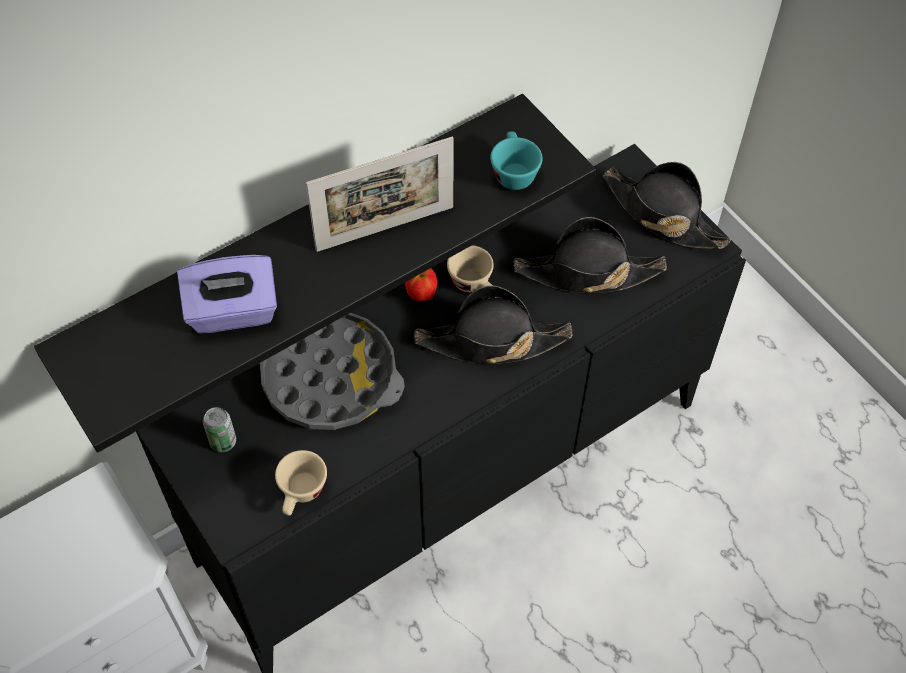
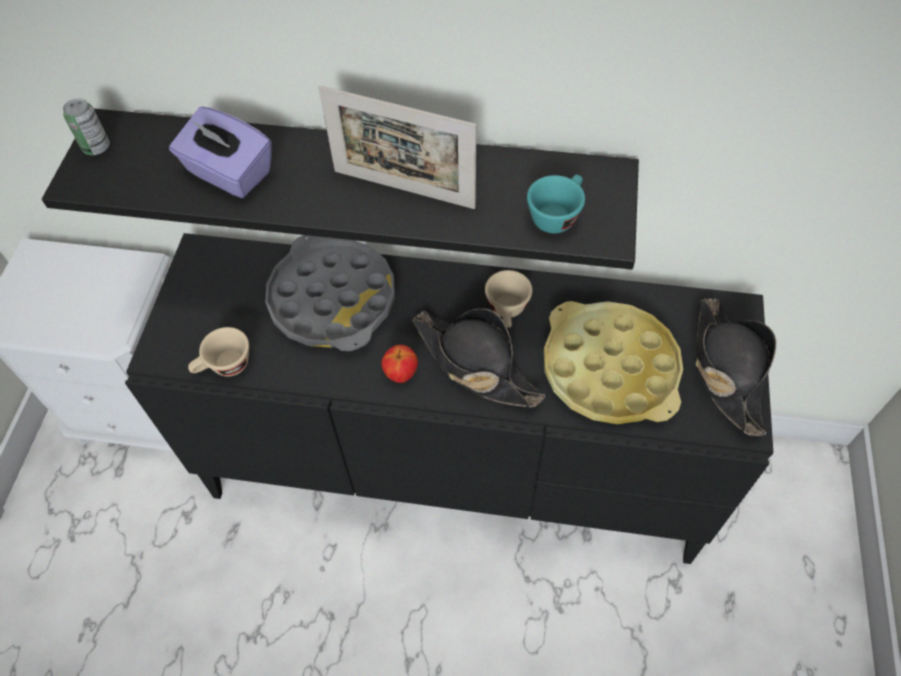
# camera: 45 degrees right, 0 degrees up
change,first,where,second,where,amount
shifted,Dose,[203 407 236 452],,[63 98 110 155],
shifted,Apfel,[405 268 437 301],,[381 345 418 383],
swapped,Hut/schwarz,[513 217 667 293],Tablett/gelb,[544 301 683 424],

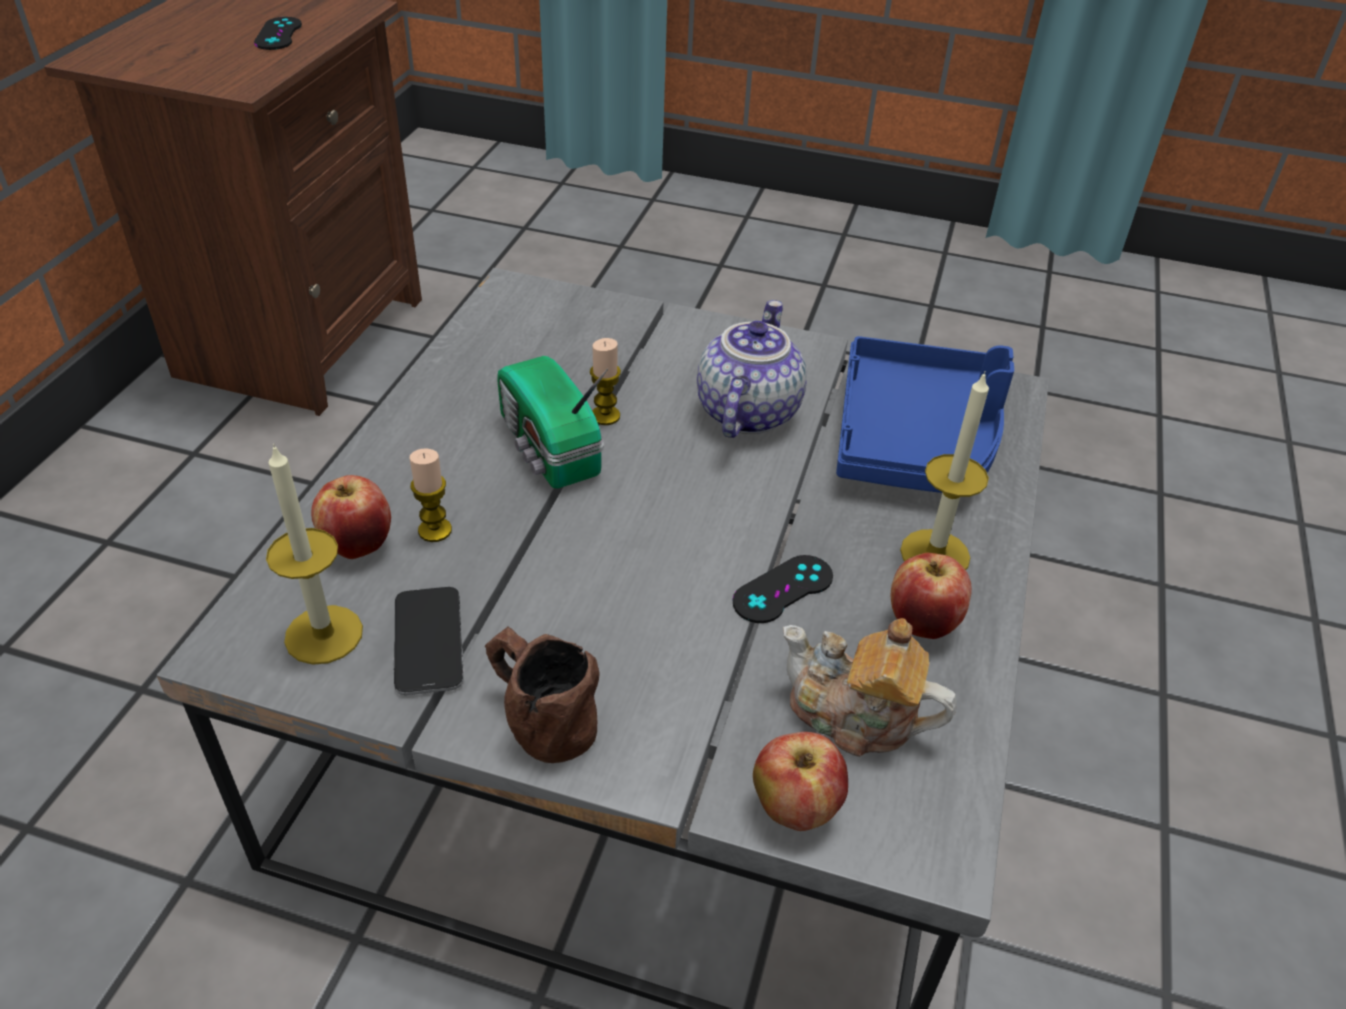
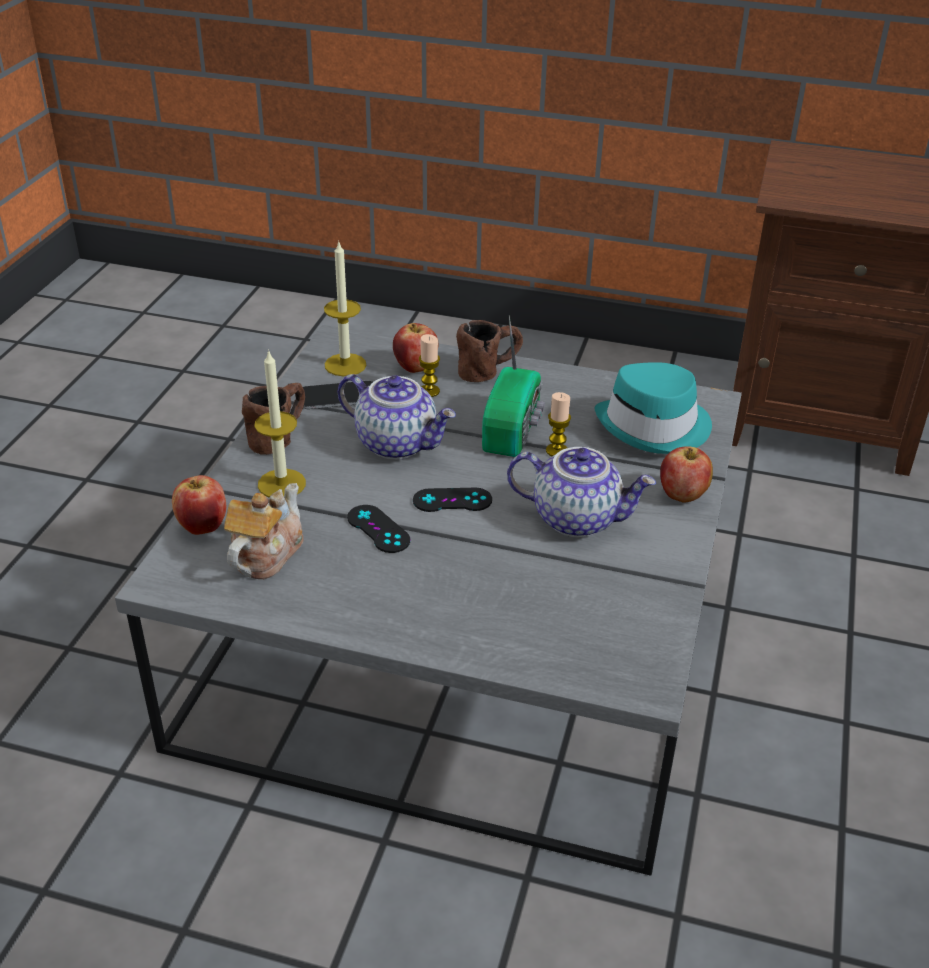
# camera: 90 degrees right, 5 degrees down
change,first,where,second,where,amount
shifted,Kerze,[900 371 989 570],,[254 349 306 498],
new,,,Teekanne,[338 374 456 460],
shifted,Gamepad/schwarz,[254 17 302 50],,[413 488 492 512],
new,,,Henkelbecher/braun,[456 320 523 382],
rotated,Radio,[497 356 608 489],,[482 315 545 457],135 degrees clockwise
new,,,Hut/türkis,[595 362 712 454],
shifted,Apfel,[891 553 972 639],,[660 446 713 502],
gone,Tablett/blau,[836 336 1014 493],,,

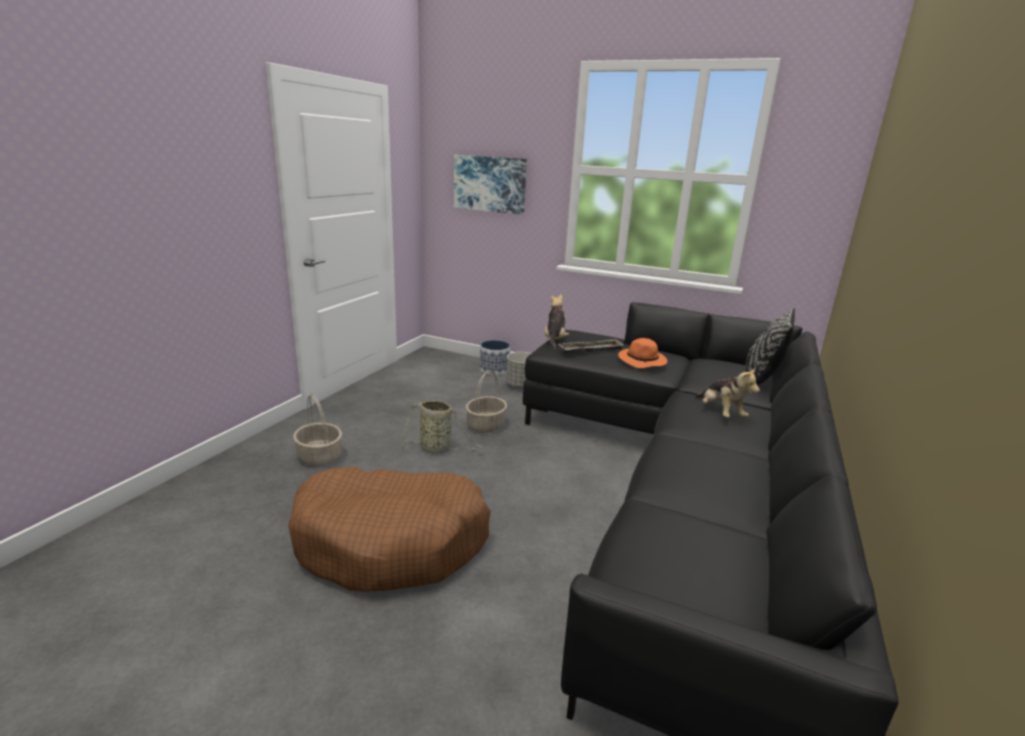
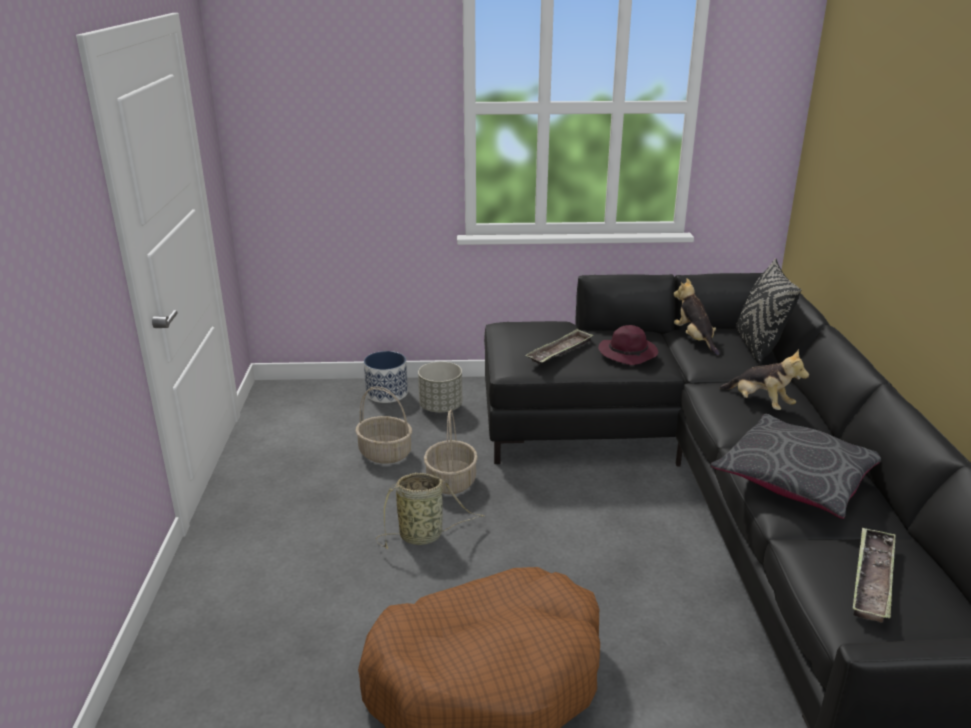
# camera: 25 degrees left, 5 degrees up
change,first,where,second,where,amount
shifted,Korb,[293 394 342 466],,[355 386 412 464],
repainted,Hut/orange,[618 338 667 368],Hut/lila,[598 325 658 365],
shifted,Plüschtier,[544 294 569 350],,[674 278 720 356],
new,,,Kissen/grau,[711 414 881 519],
new,,,Tablett,[853 527 896 623],
gone,Bild,[454 155 527 214],,,

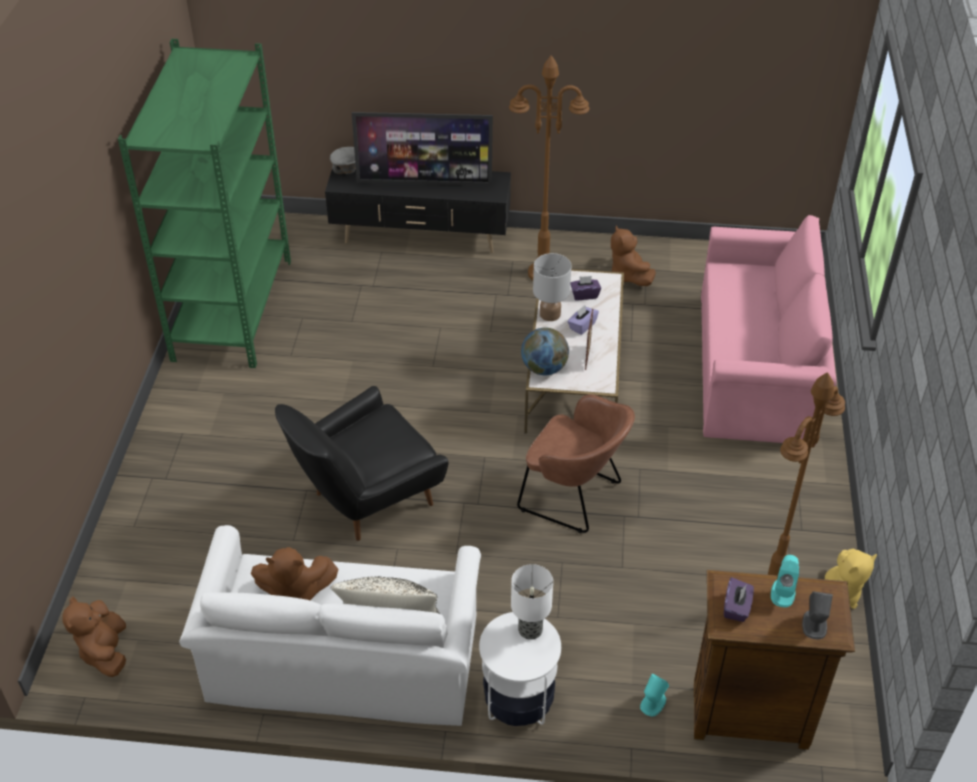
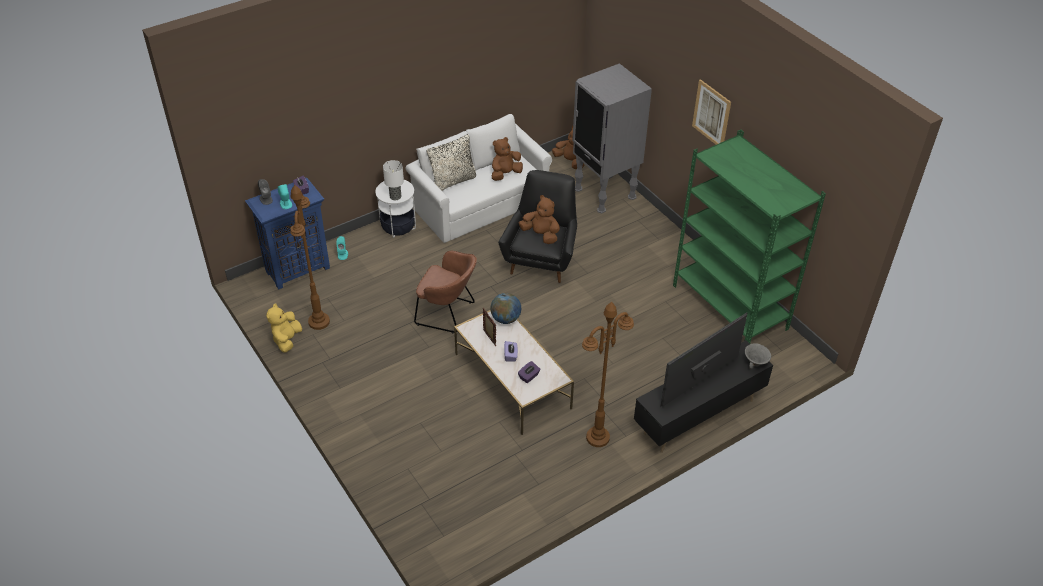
# camera: 140 degrees right, 0 degrees up
change,first,where,second,where,amount
repainted,Schrank/braun,[694 570 855 750],Schrank/blau,[245 178 330 290],
rotated,Sessel/braun,[517 394 635 533],,[414 251 477 333],150 degrees counterclockwise
shifted,Plüschtier/braun,[611 225 656 286],,[519 195 560 244],
new,,,Schrank/grau,[572 63 652 213],
new,,,Bild,[692 79 731 145],
gone,Tischlampe/grau,[533 253 571 321],,,
gone,Sofa/rosa,[701 215 837 445],,,

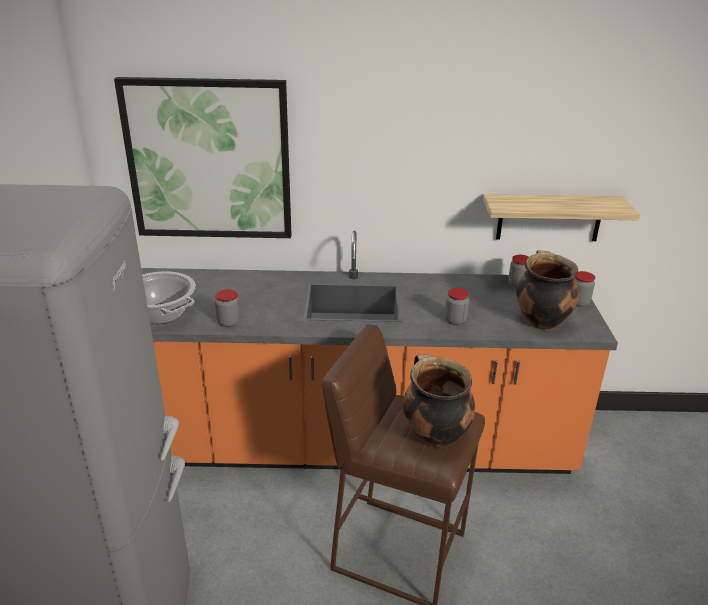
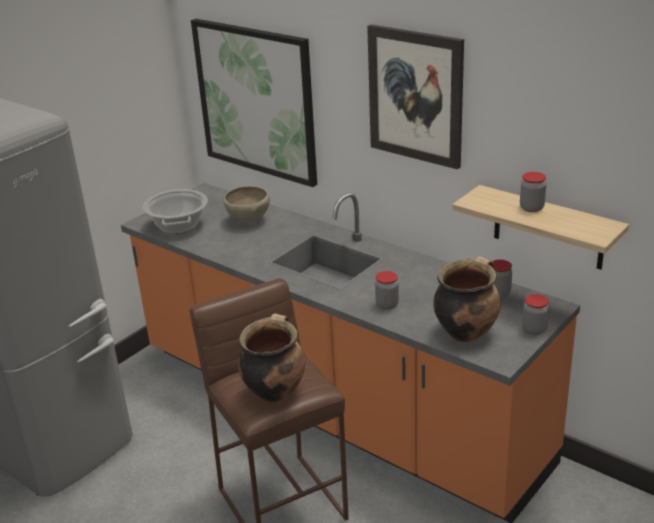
# camera: 40 degrees right, 0 degrees up
change,first,where,second,where,amount
new,,,Schüssel/braun,[223 186 270 223],
new,,,Bild,[367 24 464 170],
shifted,Vorratsglas,[215 289 240 327],,[520 172 546 212],

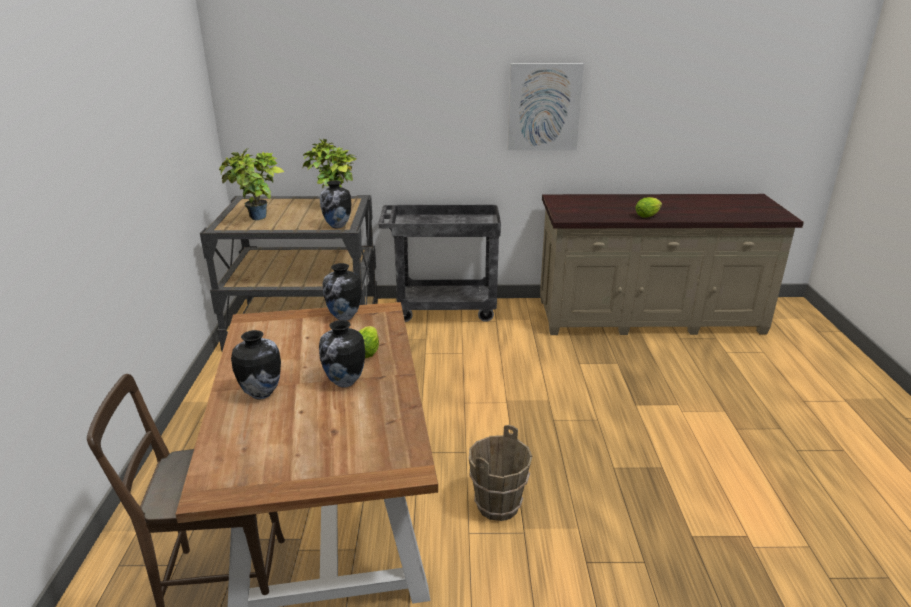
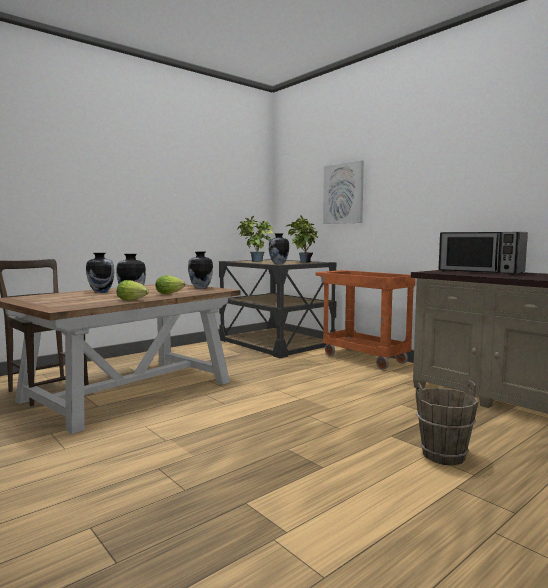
# camera: 50 degrees right, 20 degrees down
change,first,where,second,where,amount
shifted,Salatkopf,[635 197 662 218],,[117 280 149 301],
repainted,Rollwagen/grau,[378 205 501 322],Rollwagen/orange,[315 270 416 370],
shifted,Bild,[508 63 584 150],,[323 160 364 224],
shifted,Eimer/braun,[469 425 532 521],,[416 380 479 465],
new,,,Mikrowelle,[438 231 528 275],

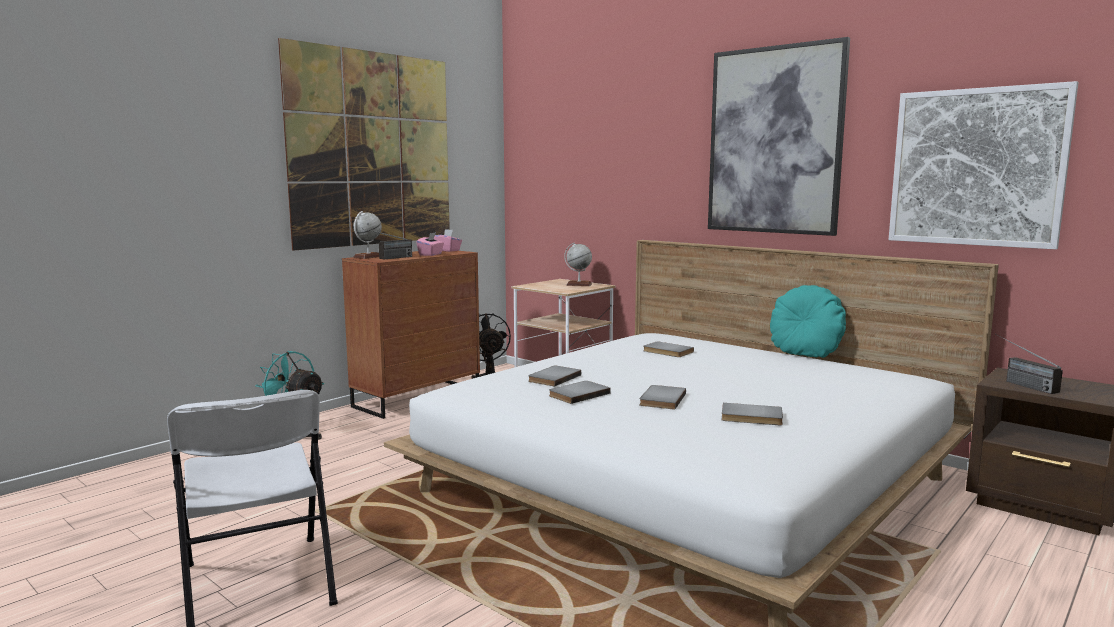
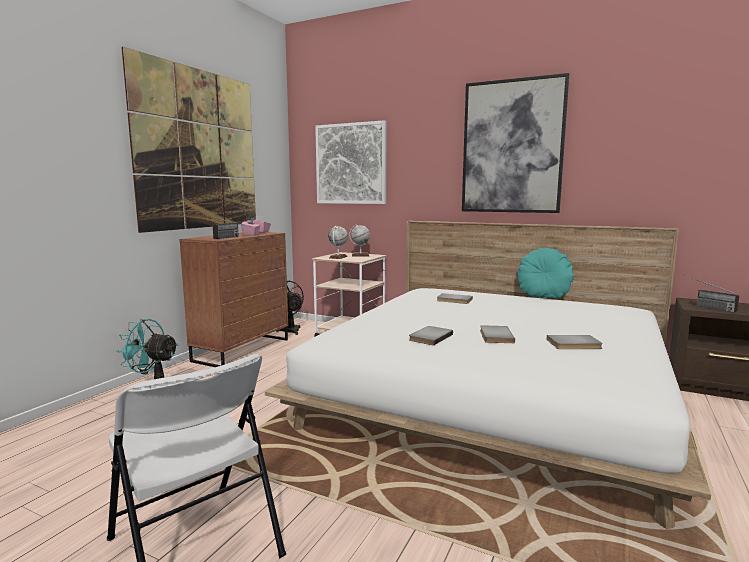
# camera: 15 degrees left, 0 degrees up
change,first,where,second,where,amount
shifted,Bild,[889 81 1079 249],,[315 120 387 204],
shifted,Globus,[353 211 382 259],,[328 225 348 259],
gone,Buch/grau,[528 366 581 387],,,

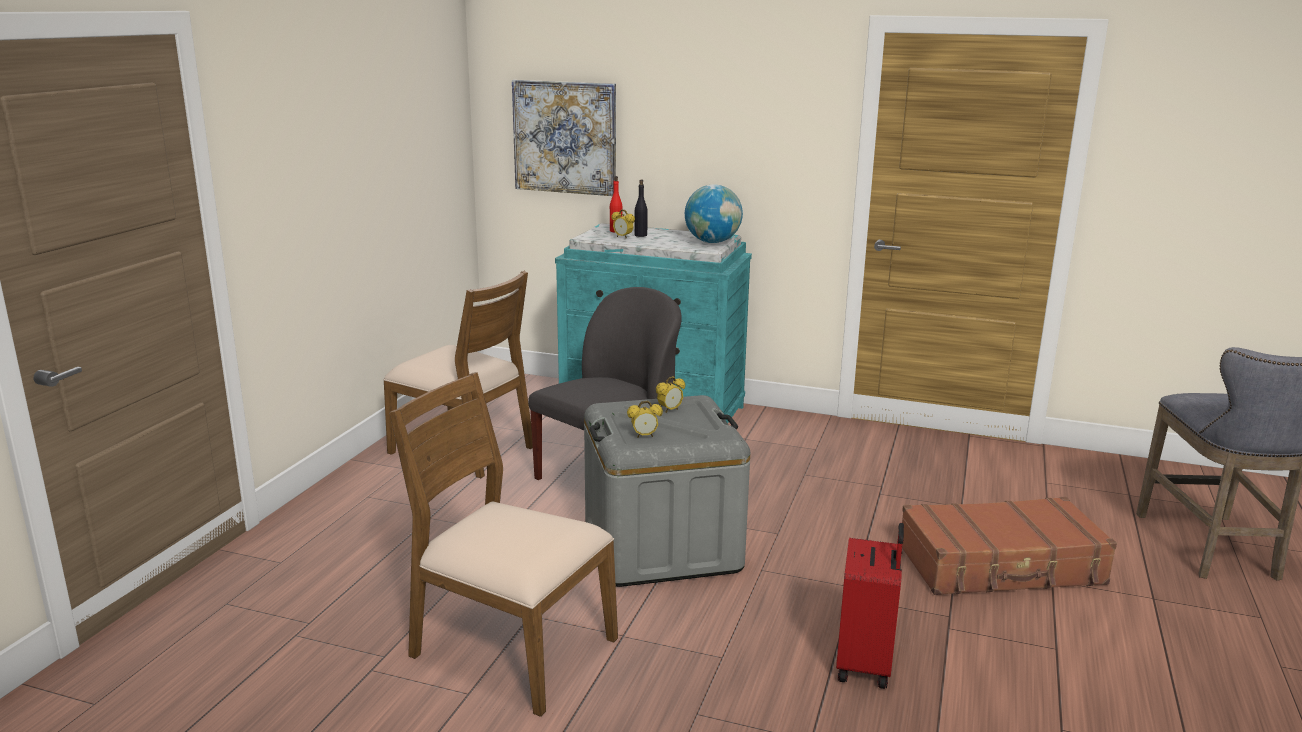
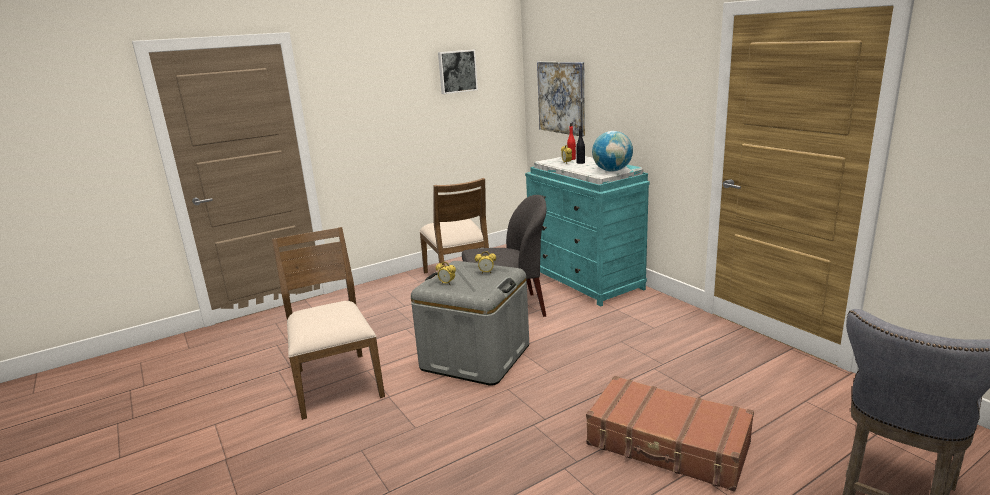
# camera: 40 degrees right, 0 degrees up
change,first,where,second,where,amount
new,,,Bild,[438 49 478 94],
gone,Koffer/rot,[836 523 904 689],,,

